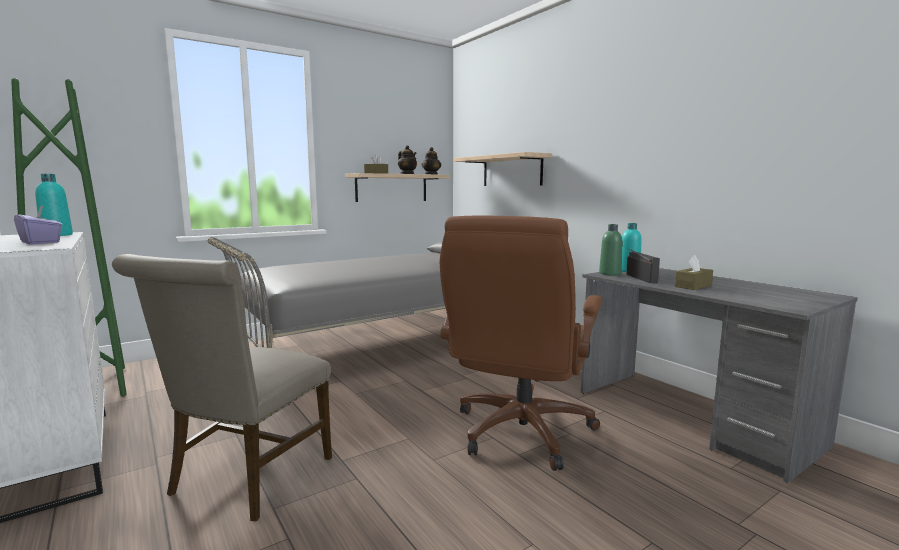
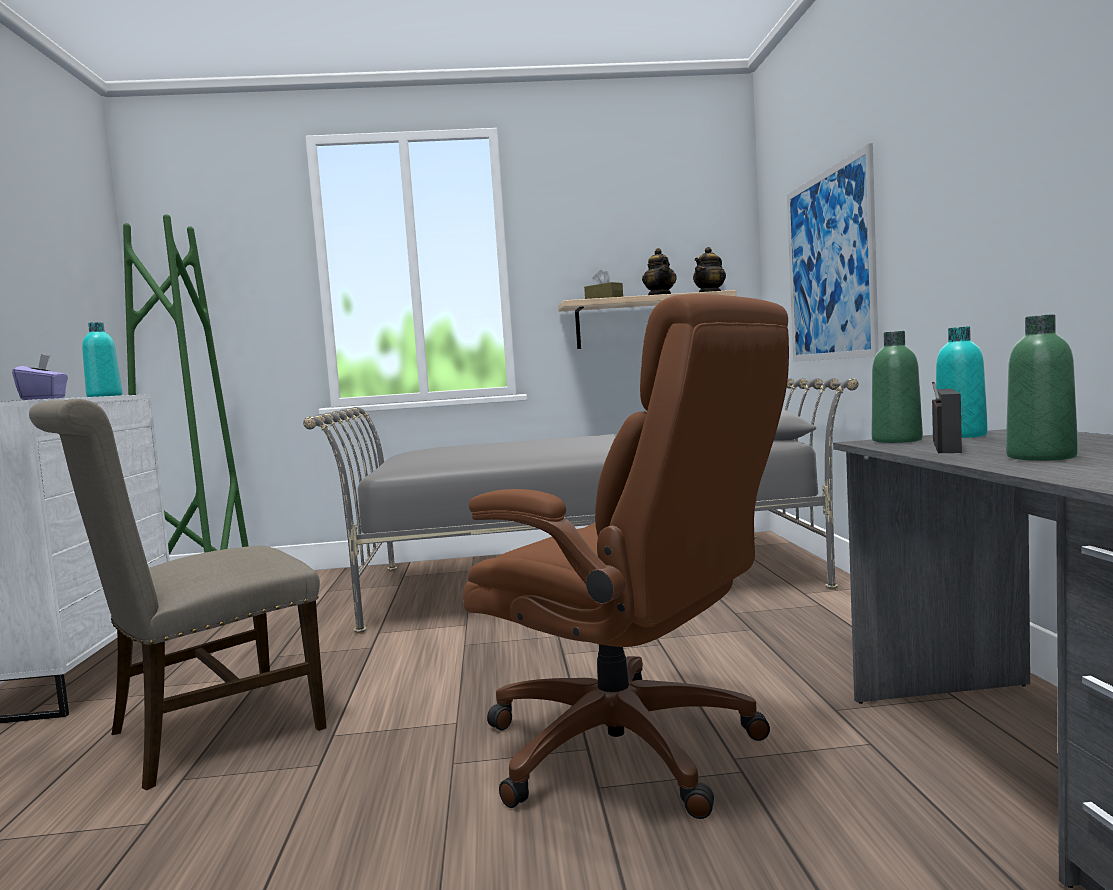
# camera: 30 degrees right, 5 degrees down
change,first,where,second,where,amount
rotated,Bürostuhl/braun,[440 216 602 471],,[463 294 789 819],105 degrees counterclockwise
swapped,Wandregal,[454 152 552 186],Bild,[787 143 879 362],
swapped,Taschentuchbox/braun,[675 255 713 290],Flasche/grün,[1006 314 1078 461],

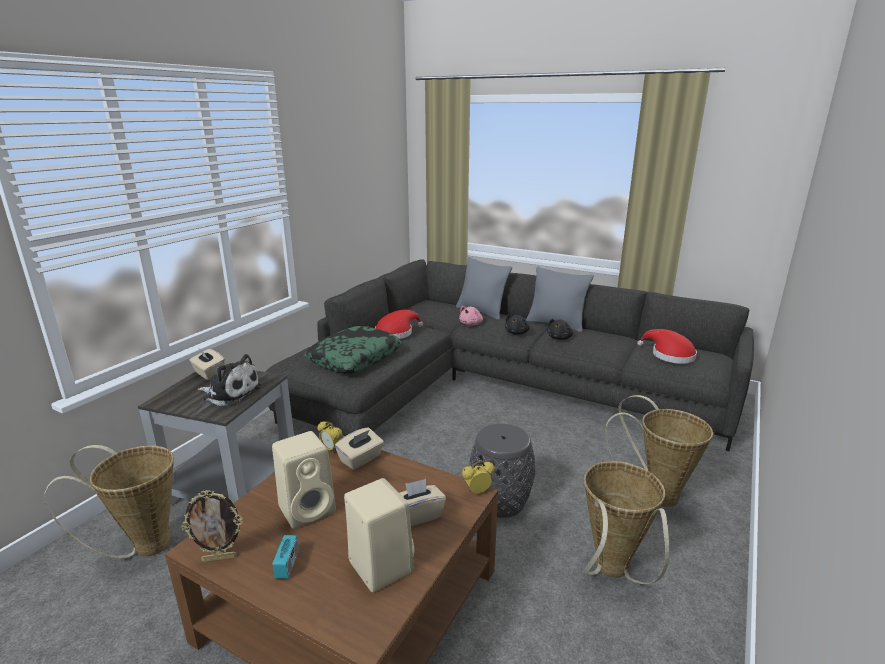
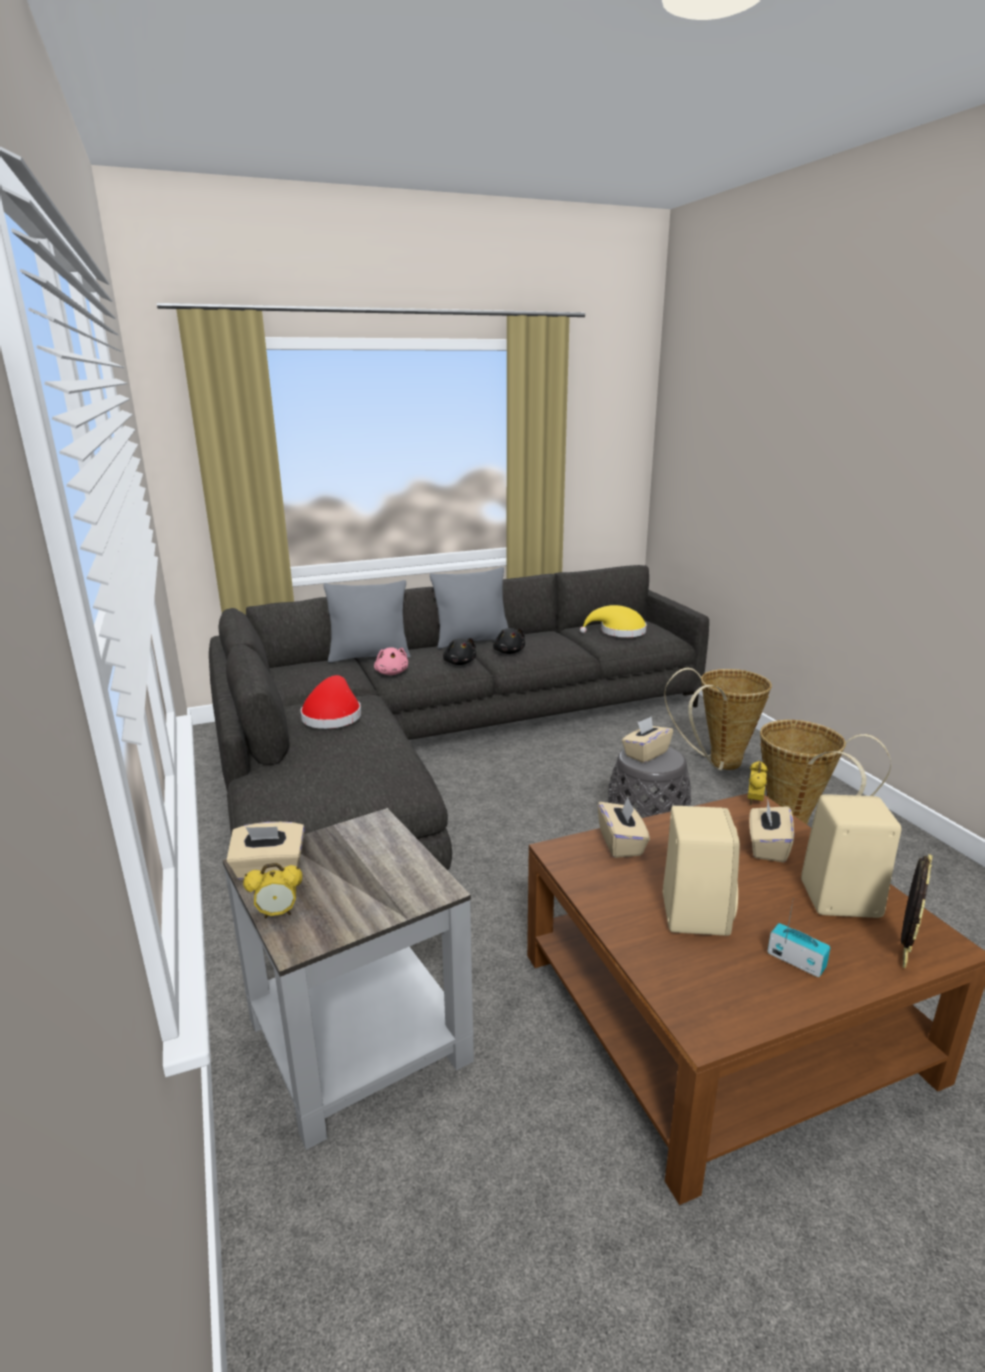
# camera: 50 degrees left, 0 degrees up
change,first,where,second,where,amount
shifted,Wecker,[317 421 343 453],,[243 863 302 919],
repainted,Hut/rot,[637 329 697 364],Hut/gelb,[580 605 647 637],
new,,,Taschentuchbox/beige,[622 716 673 763],
shifted,Bilderrahmen,[181 490 243 562],,[901 854 932 968],
gone,Korb,[44 445 174 559],,,
gone,Plüschtier,[198 354 261 406],,,
gone,Kissen,[304 326 402 374],,,

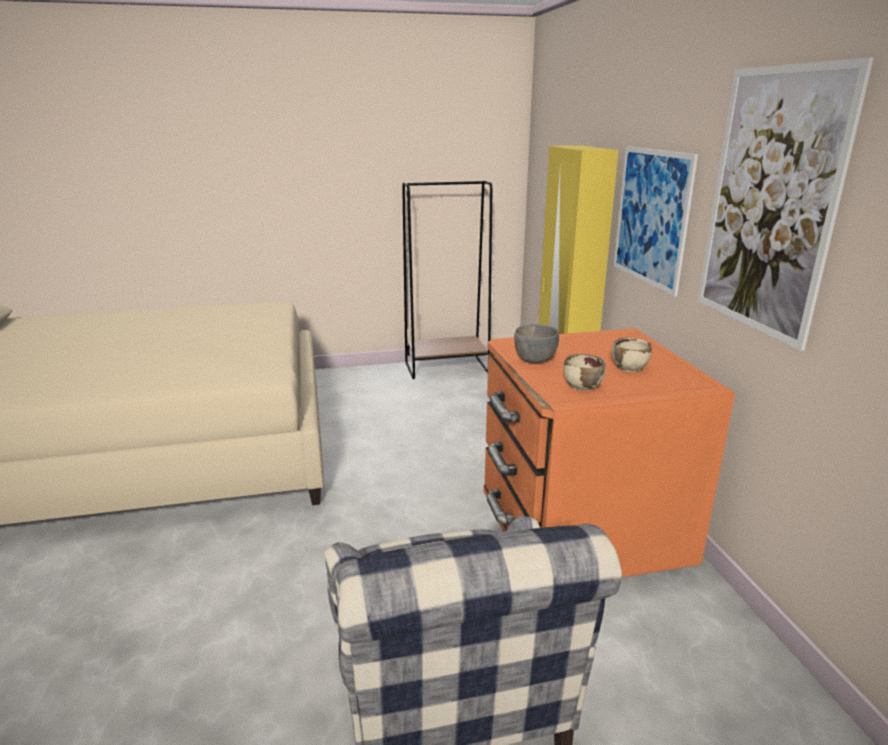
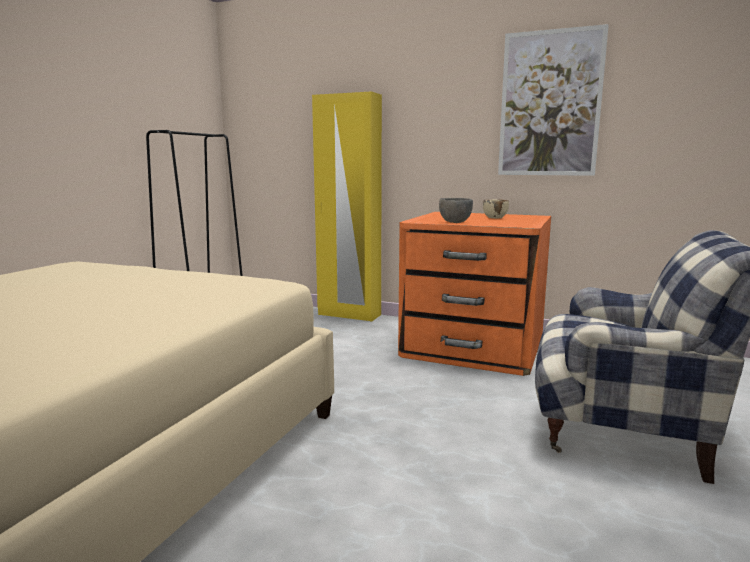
# camera: 55 degrees left, 10 degrees down
change,first,where,second,where,amount
gone,Schüssel/beige,[564 354 606 391],,,
gone,Bild,[613 146 698 297],,,

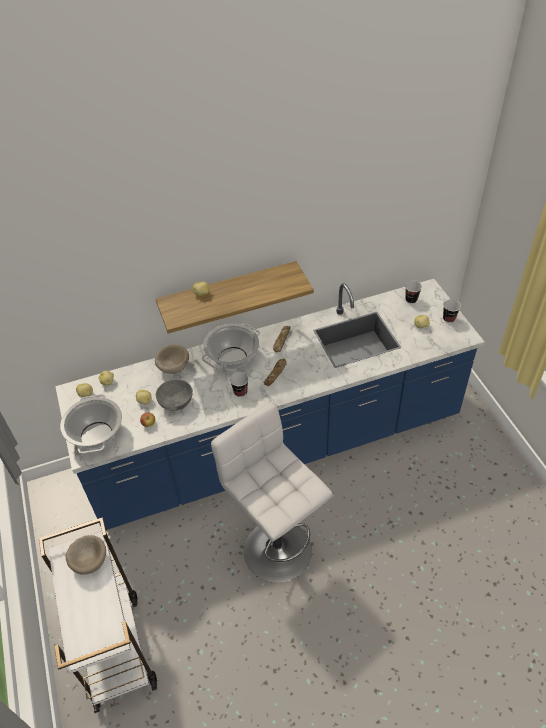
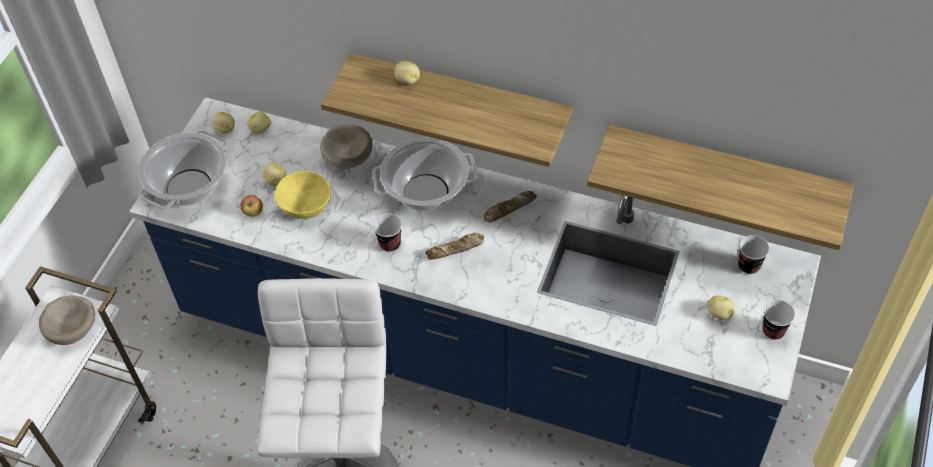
# camera: 40 degrees right, 5 degrees up
change,first,where,second,where,amount
repainted,Schüssel/grau,[156 379 193 411],Schüssel/gelb,[274 171 331 219],
new,,,Wandregal,[587 125 854 250],

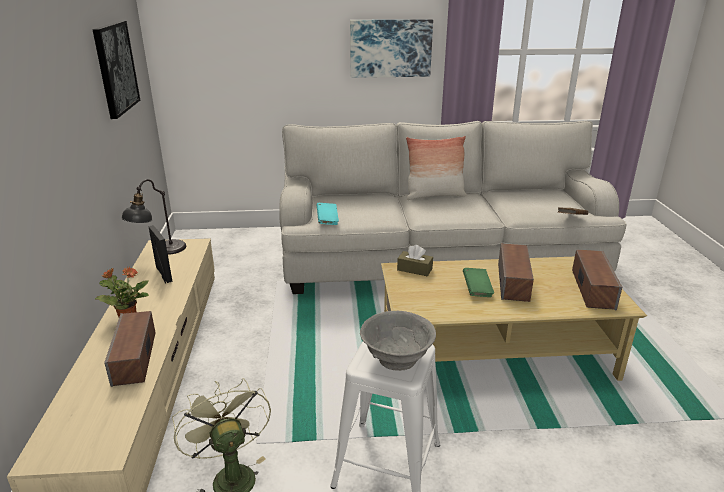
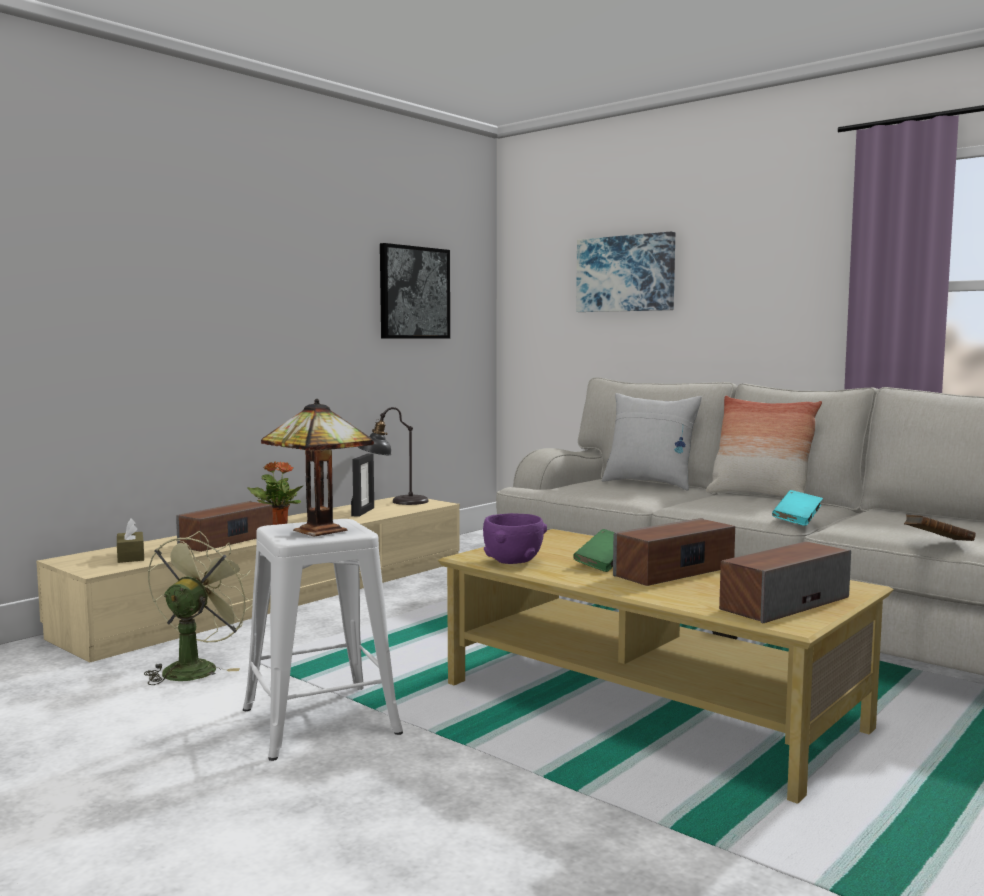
# camera: 45 degrees right, 20 degrees down
change,first,where,second,where,amount
shifted,Taschentuchbox/braun,[397 245 433 276],,[117 518 144 563],
swapped,Schüssel/grau,[360 311 436 371],Tischlampe,[261 399 374 537],
new,,,Schüssel/lila,[483 513 547 564],
shifted,Bild,[350 19 433 78],,[576 231 675 312],
new,,,Kissen/grau,[602 393 702 491],
shifted,Buch/türkis,[317 203 339 225],,[772 490 823 526],

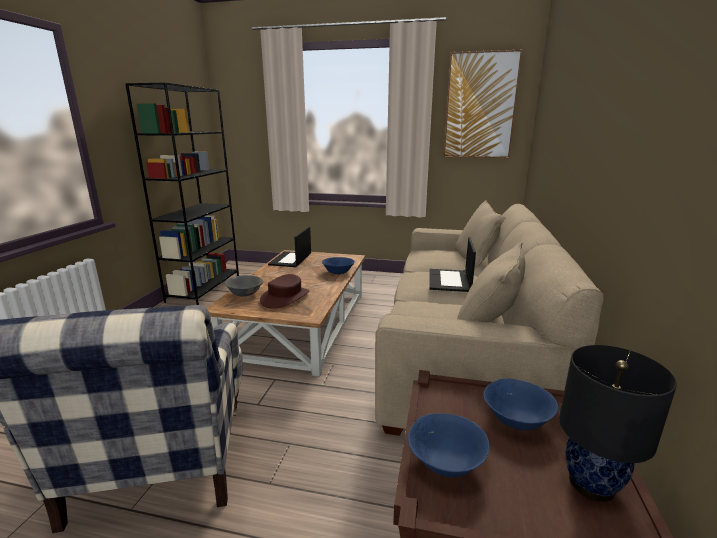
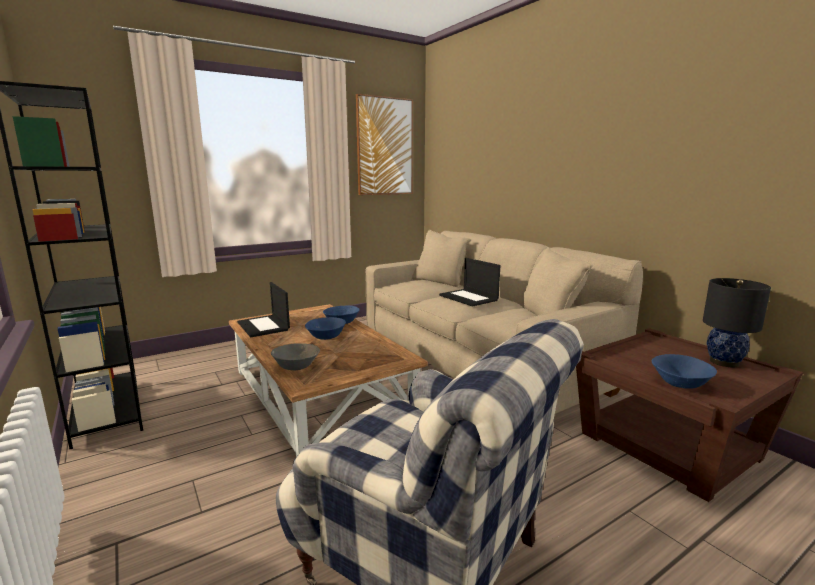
# camera: 45 degrees left, 5 degrees down
change,first,where,second,where,amount
shifted,Schüssel/blau,[483 379 558 430],,[305 317 346 340],
gone,Hut/braun,[260 274 309 309],,,

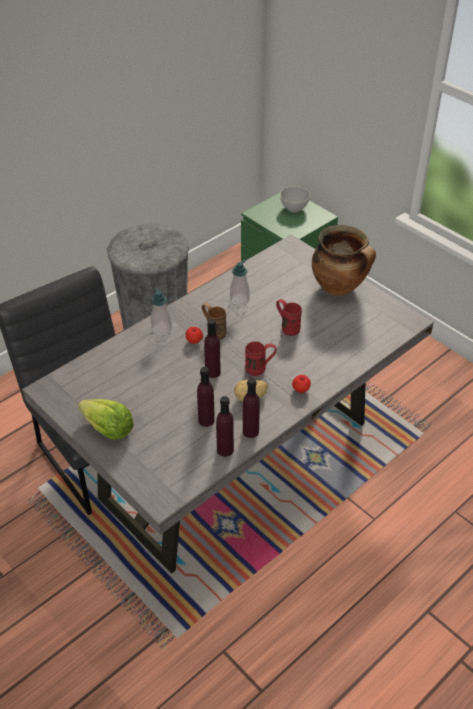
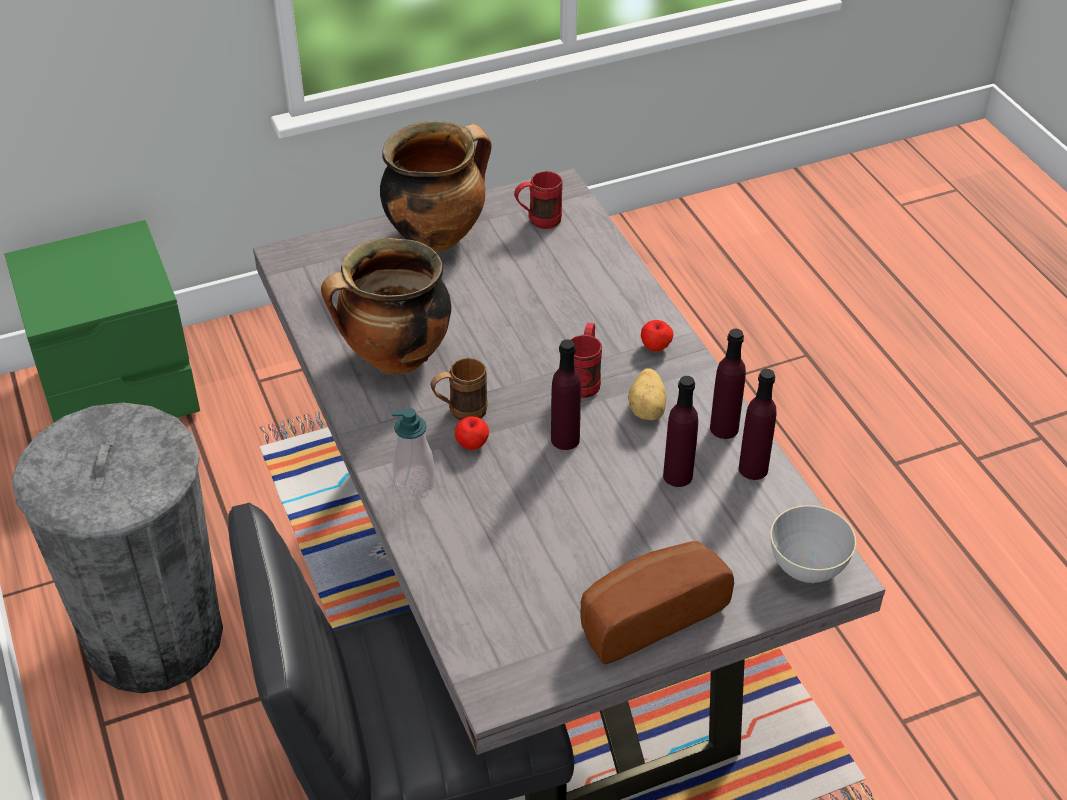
# camera: 70 degrees left, 0 degrees up
change,first,where,second,where,amount
swapped,Seifenspender,[230 260 250 306],Kochtopf,[321 238 451 374],
shifted,Henkelbecher/rot,[276 299 302 336],,[514 171 563 229],
swapped,Salatkopf,[78 399 134 440],Brot,[580 541 734 664],
shifted,Schüssel/grau,[280 186 310 213],,[770 505 856 583],

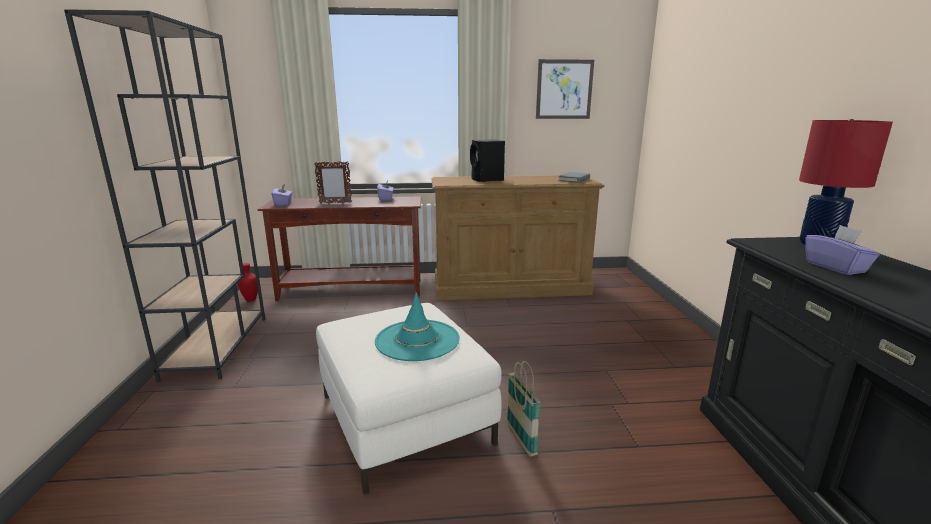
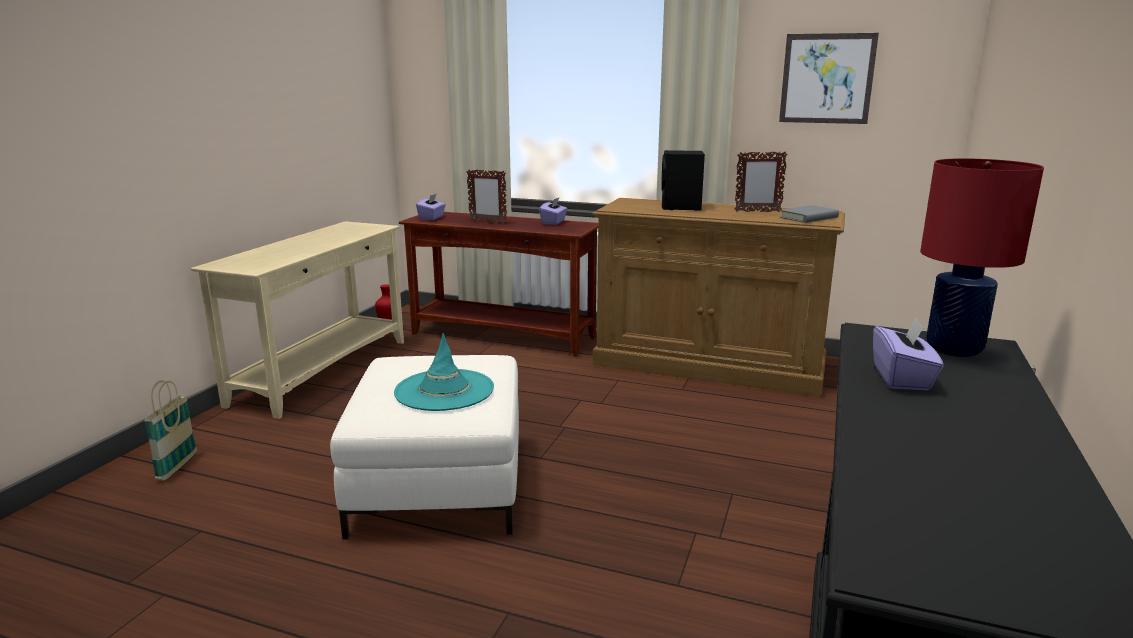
# camera: 25 degrees right, 0 degrees up
change,first,where,second,where,amount
shifted,Korb,[507 361 540 457],,[144 380 197 480],
swapped,Bücherregal,[64 9 265 382],Konsolentisch/beige,[191 221 404 419],
new,,,Bilderrahmen,[735 151 788 212],

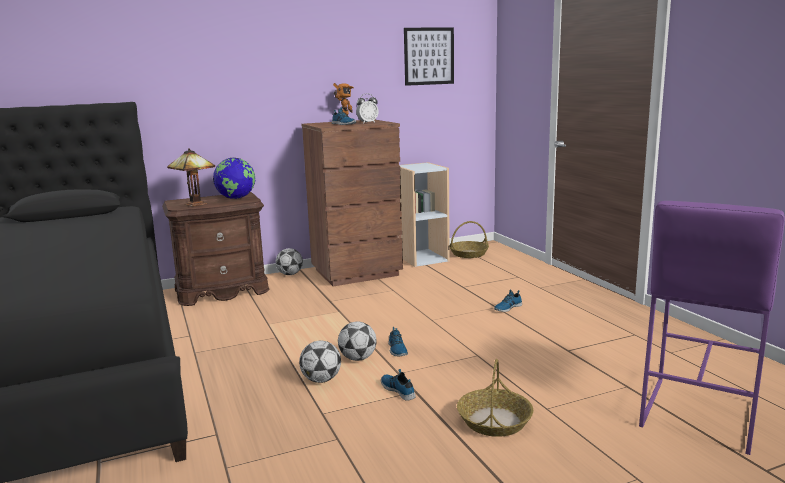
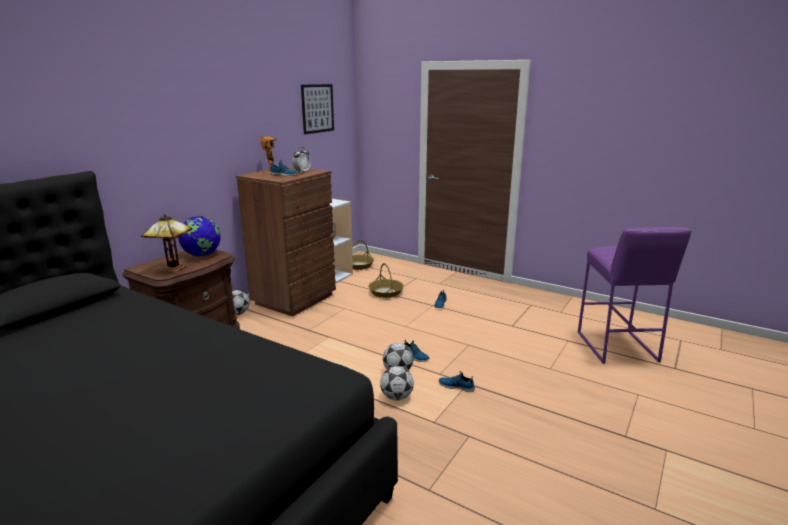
# camera: 35 degrees left, 5 degrees up
change,first,where,second,where,amount
shifted,Korb,[457 359 533 437],,[368 263 404 298],

